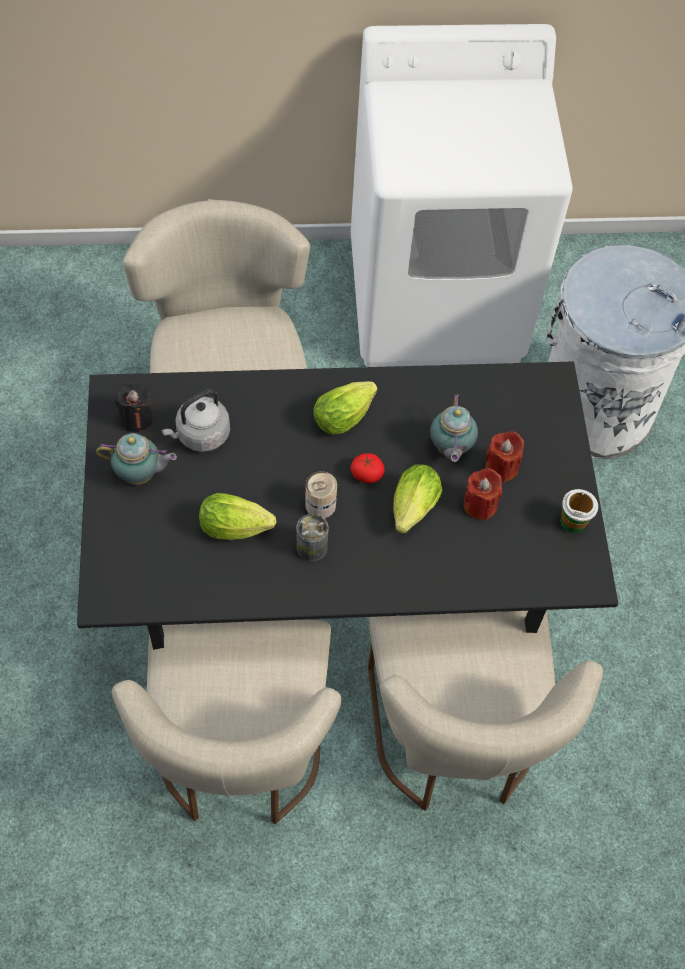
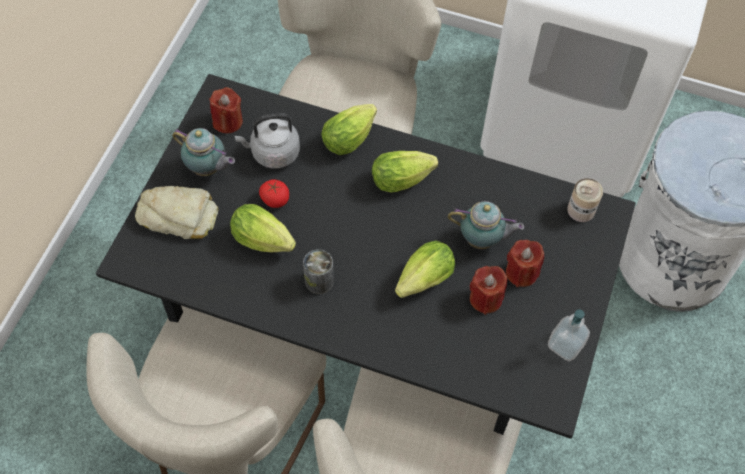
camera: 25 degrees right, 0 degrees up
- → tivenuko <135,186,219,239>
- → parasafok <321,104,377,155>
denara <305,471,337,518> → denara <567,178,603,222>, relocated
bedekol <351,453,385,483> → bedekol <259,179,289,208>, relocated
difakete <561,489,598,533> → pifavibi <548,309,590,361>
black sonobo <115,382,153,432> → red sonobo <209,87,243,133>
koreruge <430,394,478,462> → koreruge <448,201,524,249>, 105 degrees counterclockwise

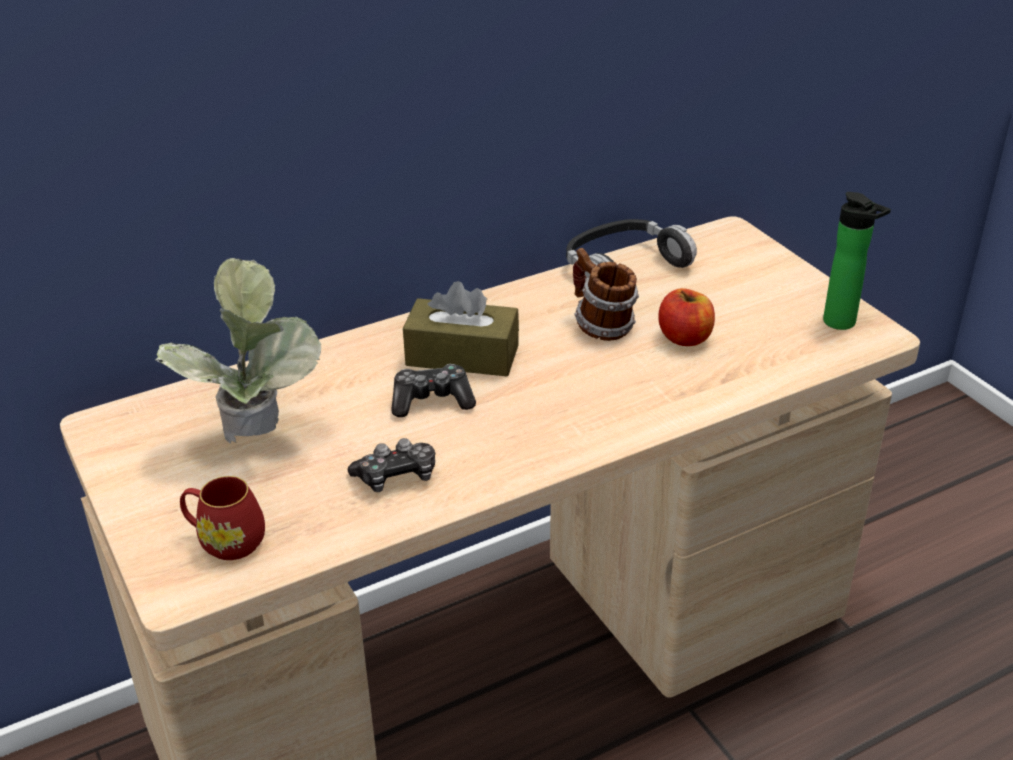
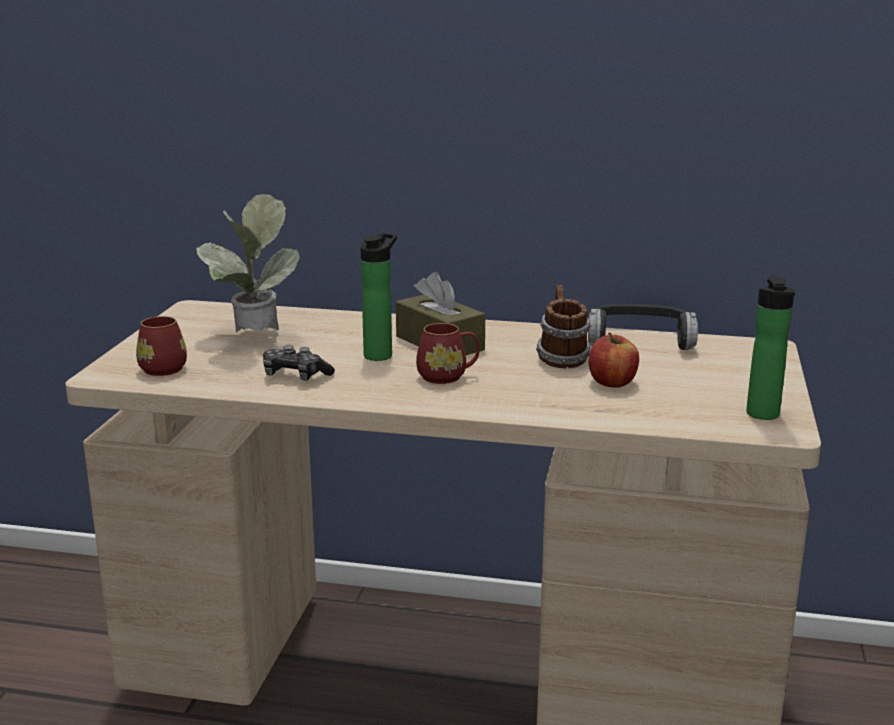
camera: 40 degrees right, 15 degrees down
- → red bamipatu <416,323,480,384>
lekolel <392,364,476,417> → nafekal <360,233,397,361>

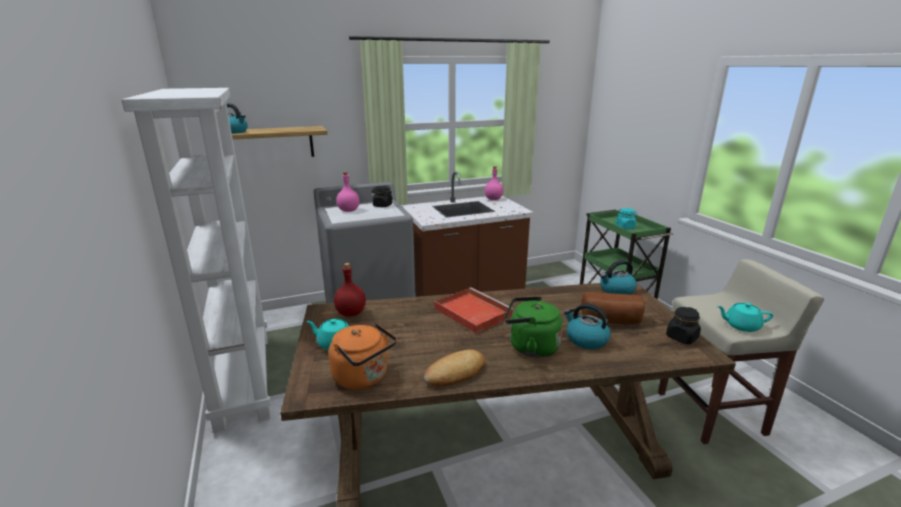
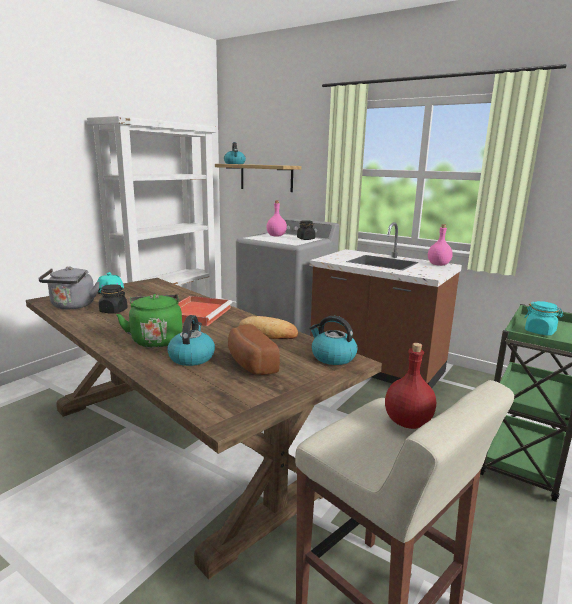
camera: 55 degrees right, 5 degrees down
turquoise koreruge <717,303,773,332> → -
red nafekal <334,263,366,317> → red nafekal <385,343,436,429>, relocated
tivenuko <424,349,485,386> → tivenuko <239,316,298,339>, relocated
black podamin <666,307,701,344> → black podamin <98,284,128,314>, relocated
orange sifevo <329,323,397,389> → grey sifevo <38,266,100,309>

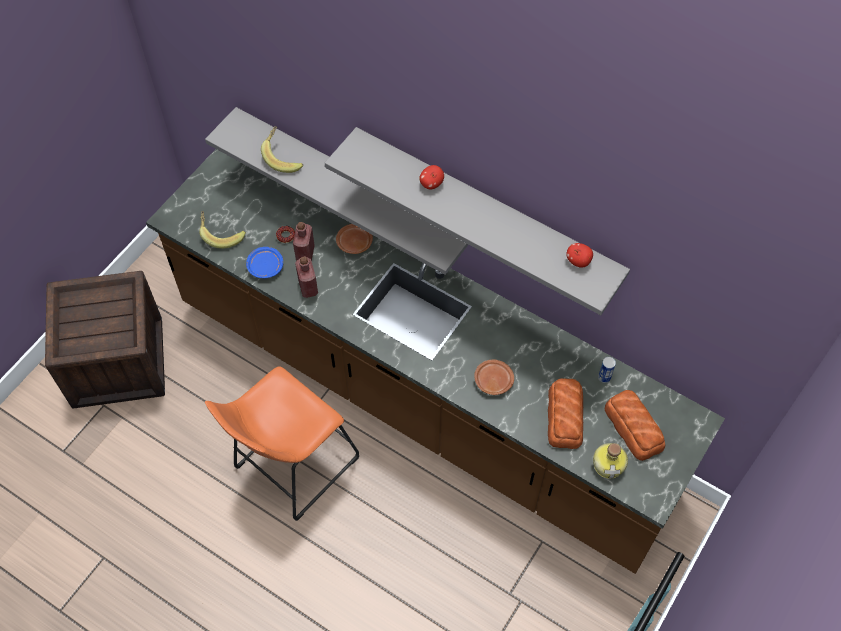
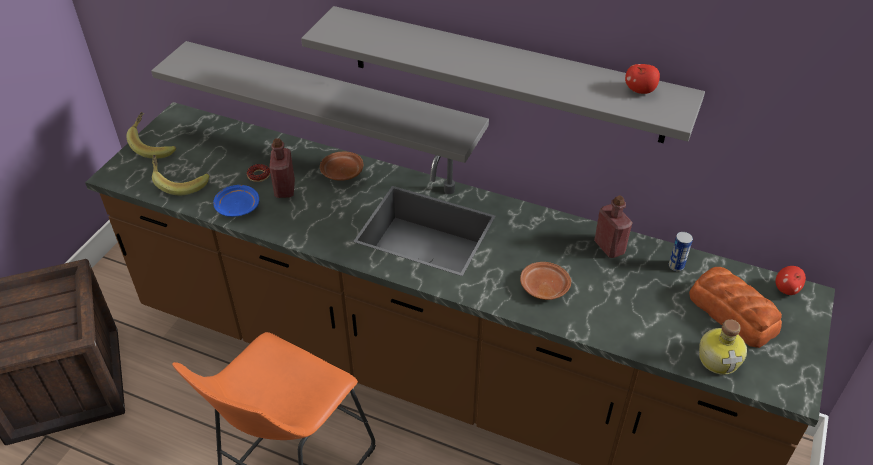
camera: 10 degrees left, 15 degrees down
tivenuko <548,378,583,449> → -
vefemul <261,126,303,173> → vefemul <126,112,176,159>, relocated
red nafekal <295,256,318,298> → red nafekal <594,195,633,258>, relocated
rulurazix <419,165,444,189> → rulurazix <775,266,806,295>, relocated

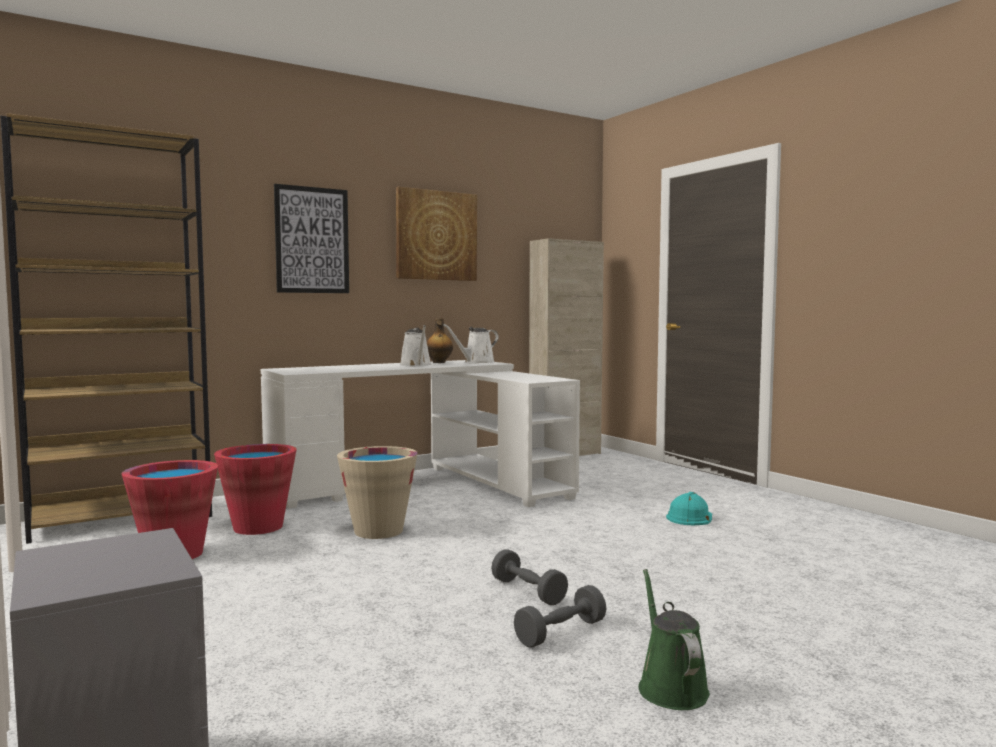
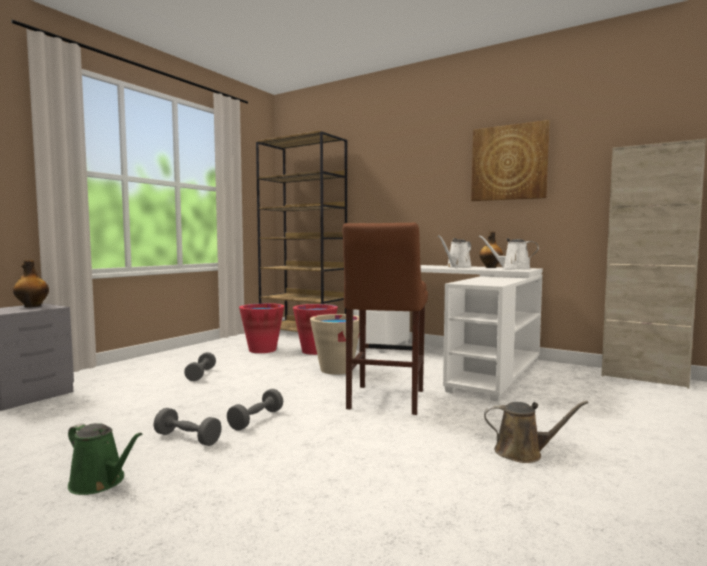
camera: 65 degrees right, 0 degrees up
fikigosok <274,184,349,293> → -
- → nafekal <13,260,49,307>
- → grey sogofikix <184,352,216,381>
- → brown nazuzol <342,223,428,415>
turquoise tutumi <666,492,712,525> → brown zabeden <484,401,588,463>
green zabeden <639,569,710,710> → green zabeden <68,423,142,495>, 60 degrees clockwise

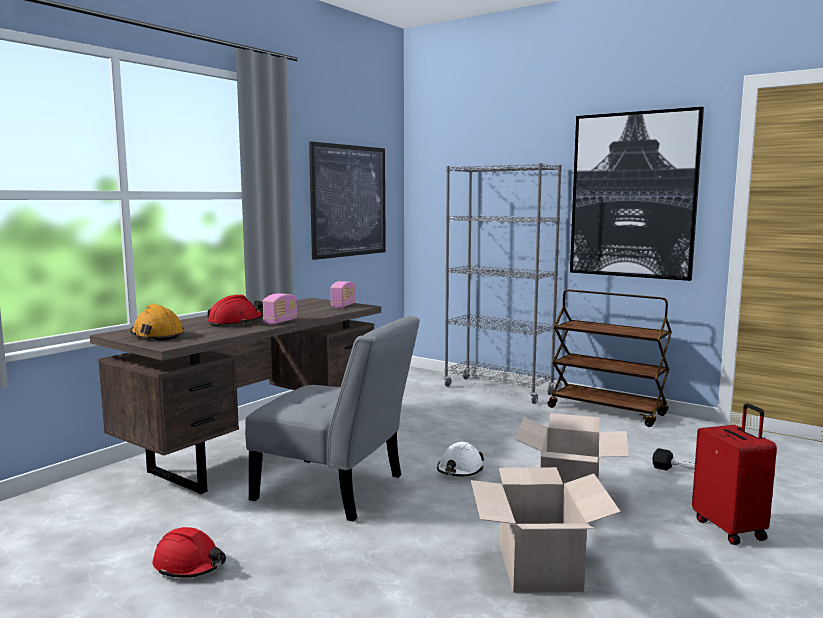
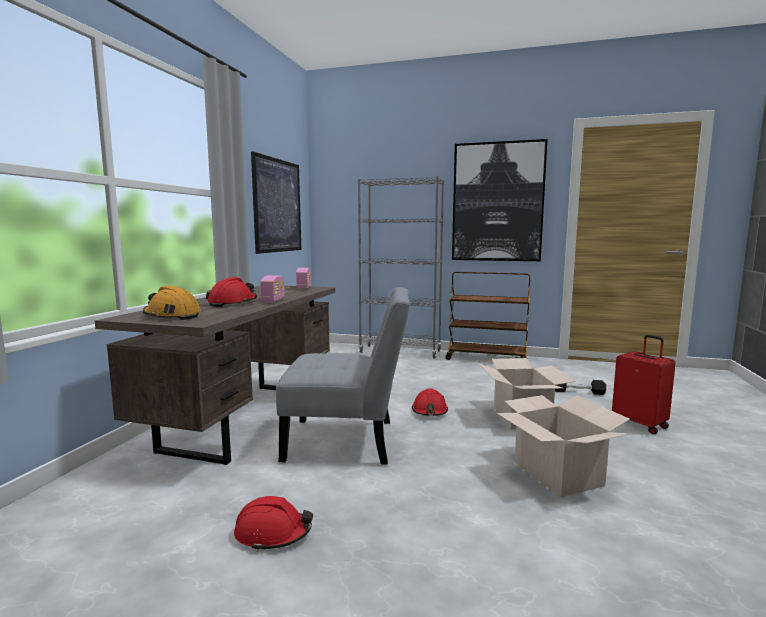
camera: 20 degrees left, 0 degrees up
white tutumi <437,442,484,476> → red tutumi <412,388,448,416>

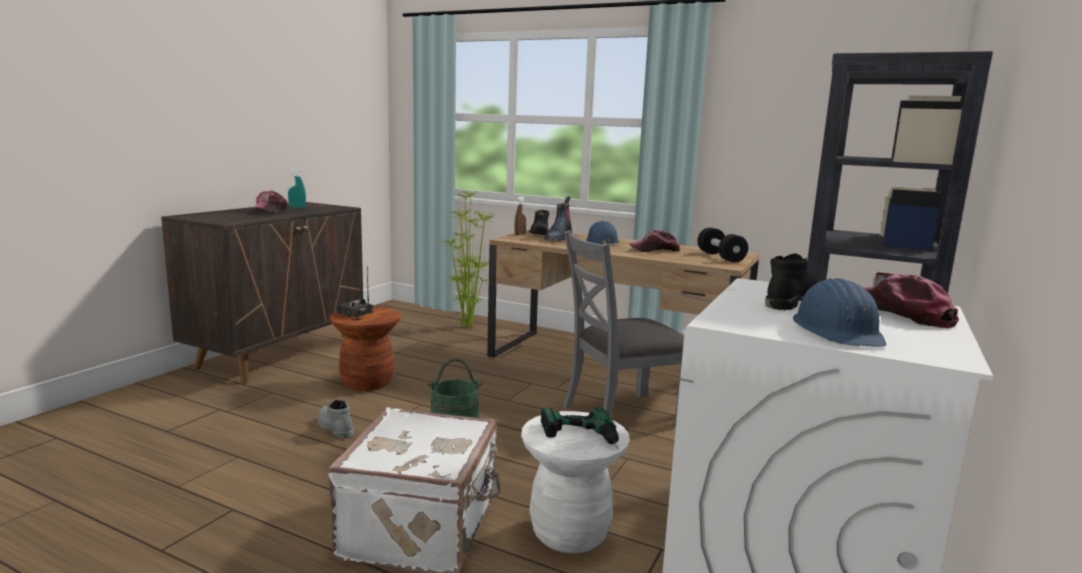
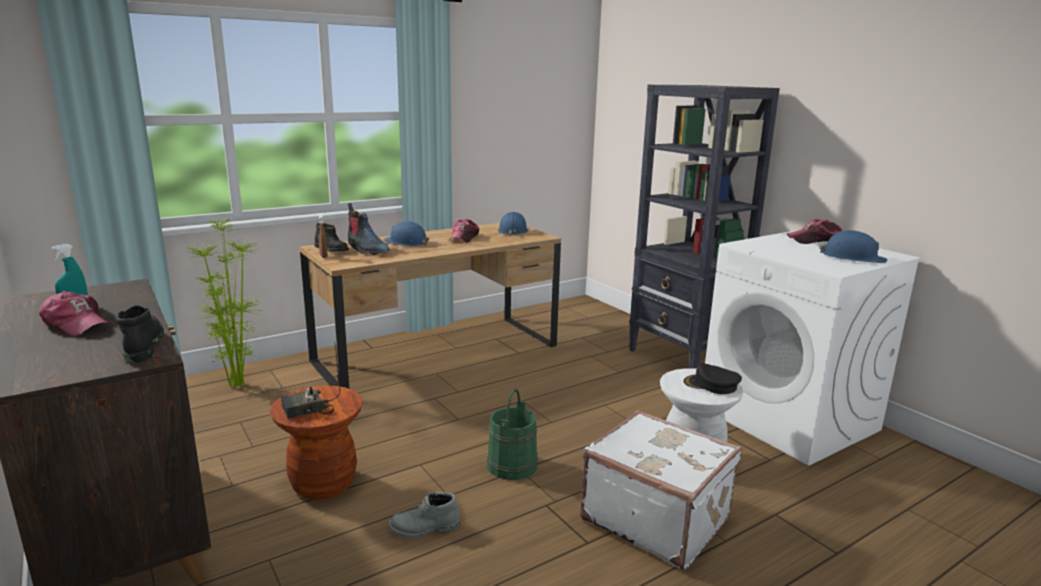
camera: 60 degrees left, 5 degrees up
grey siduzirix <563,230,684,423> → -
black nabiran <765,253,817,310> → black nabiran <116,305,164,363>, relocated
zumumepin <541,407,619,450> → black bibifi <684,363,742,394>
black sogofikix <697,227,748,263> → blue tutumi <498,212,528,236>

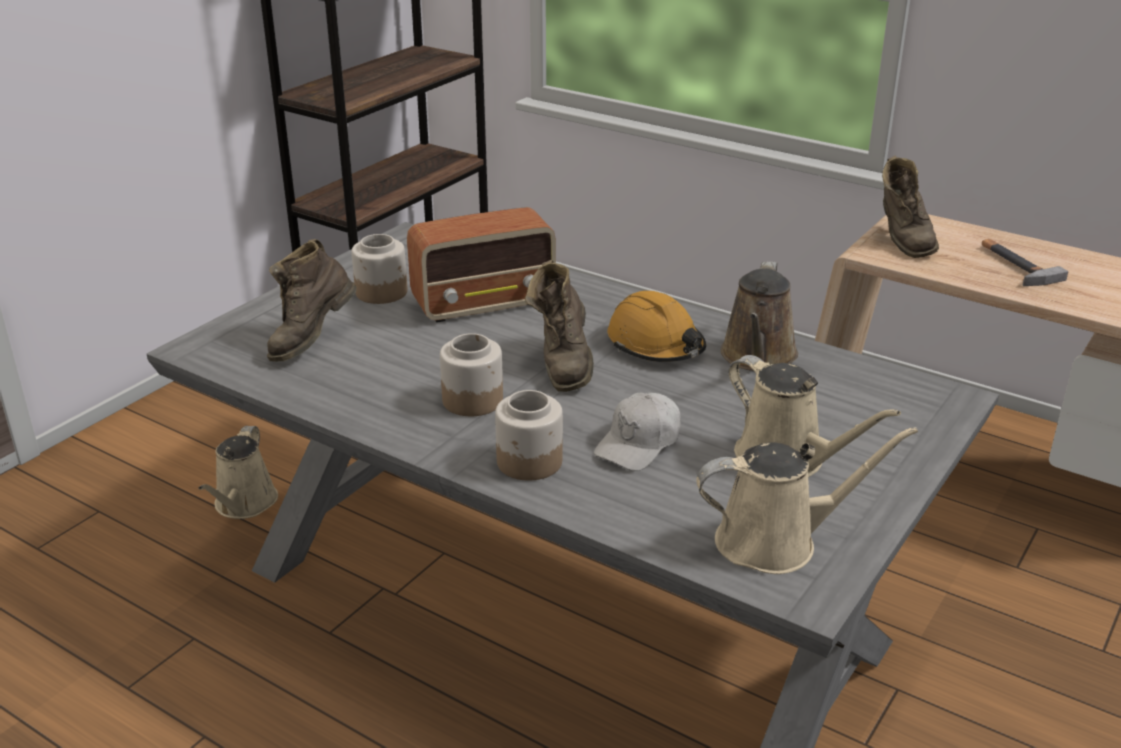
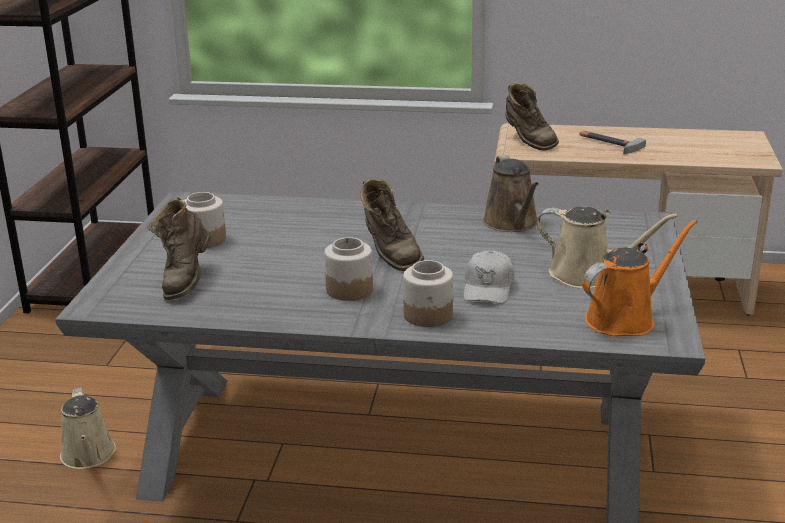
camera: 25 degrees left, 5 degrees down
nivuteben <407,207,556,323> → -
orange tutumi <607,291,706,362> → -
beige zabeden <696,427,918,574> → orange zabeden <582,219,698,336>

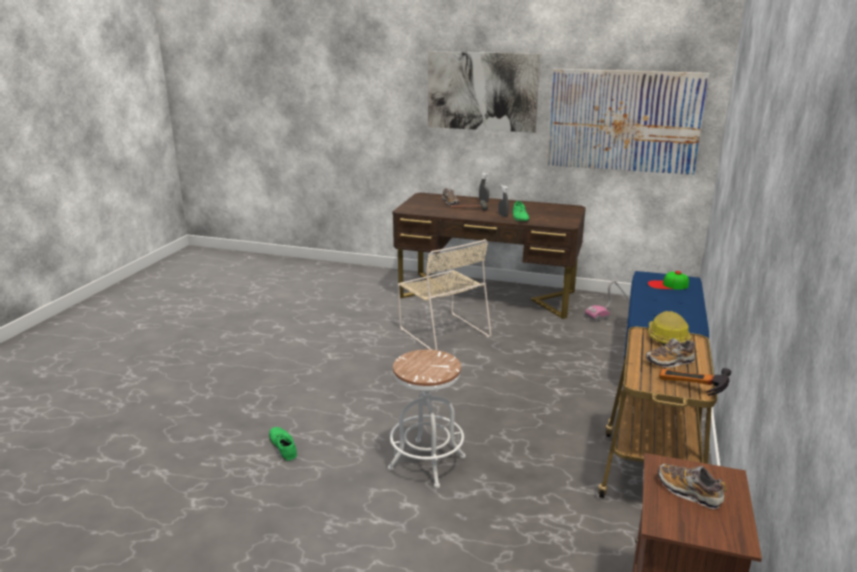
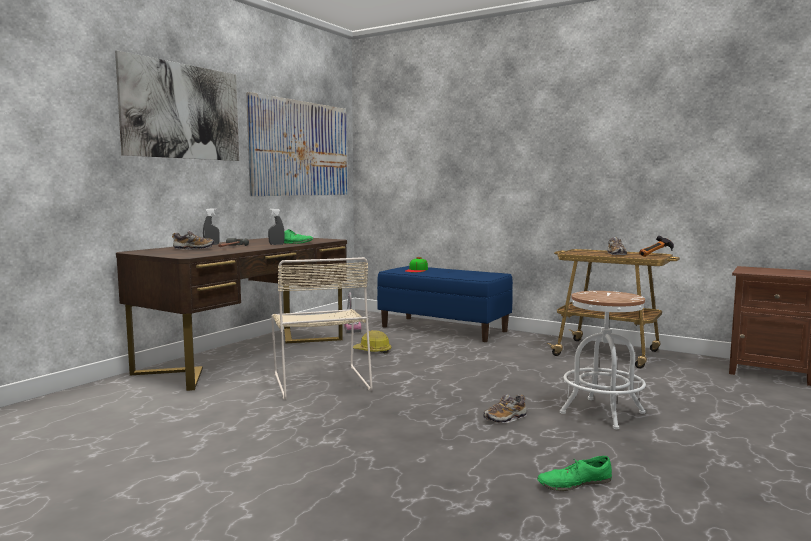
camera: 75 degrees left, 15 degrees down
tutumi <648,311,691,345> → tutumi <353,330,392,354>, relocated
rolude <658,464,727,509> → rolude <483,395,527,423>, relocated
beige siduzirix <398,239,491,350> → beige siduzirix <271,257,372,399>, 90 degrees clockwise

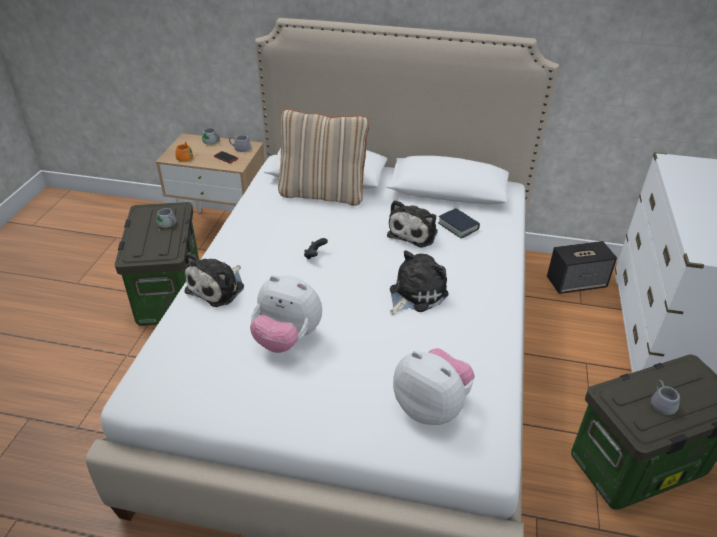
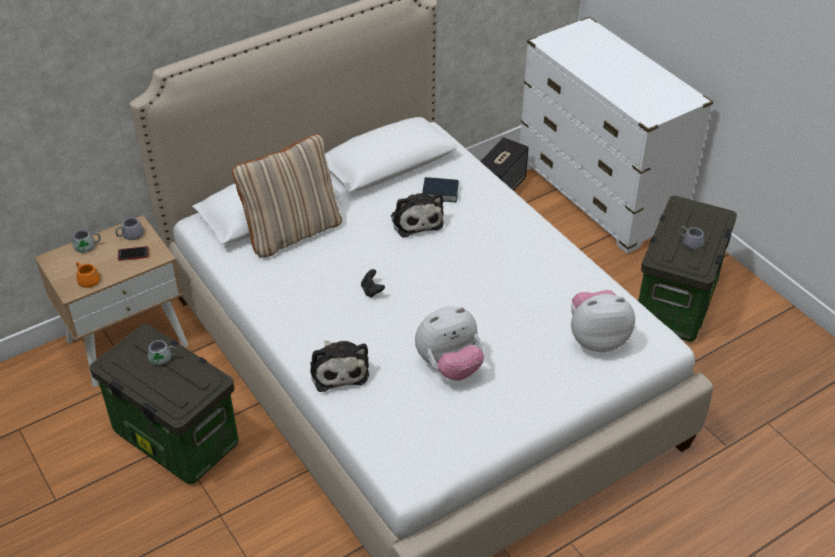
camera: 45 degrees left, 5 degrees up
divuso <390,250,449,315> → -

